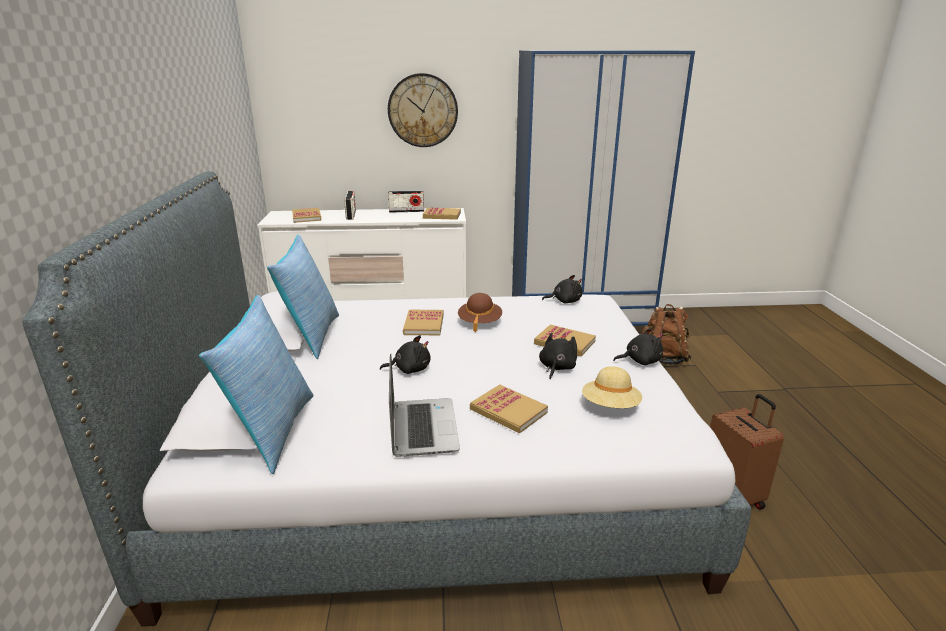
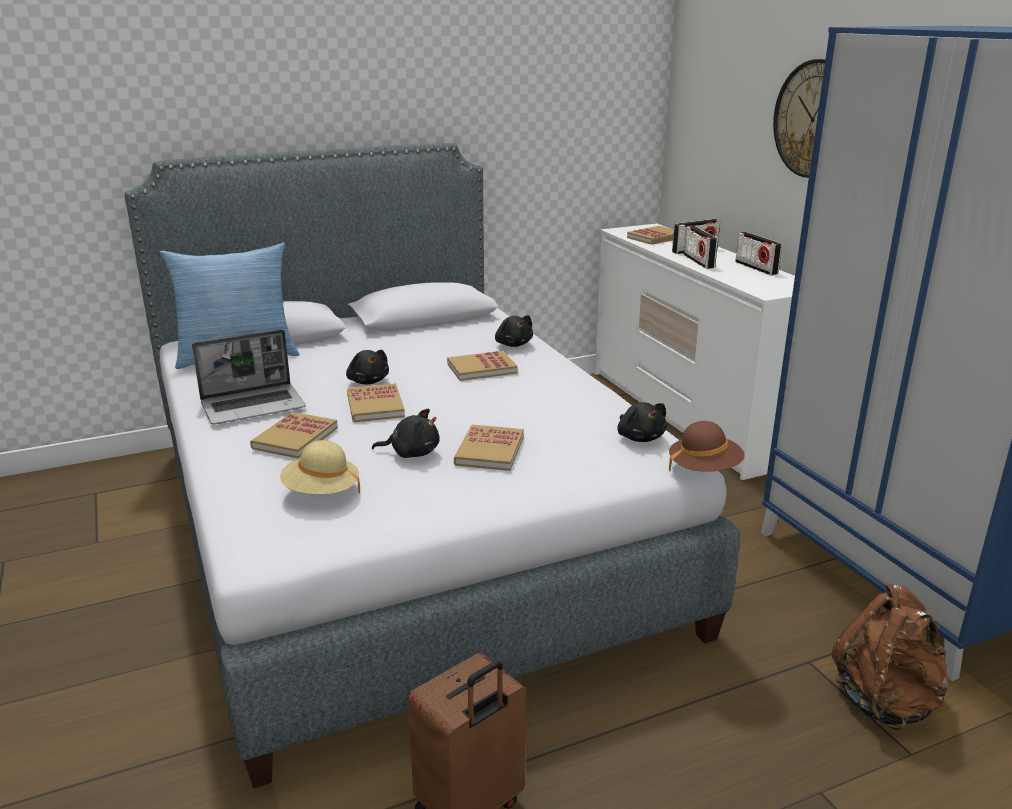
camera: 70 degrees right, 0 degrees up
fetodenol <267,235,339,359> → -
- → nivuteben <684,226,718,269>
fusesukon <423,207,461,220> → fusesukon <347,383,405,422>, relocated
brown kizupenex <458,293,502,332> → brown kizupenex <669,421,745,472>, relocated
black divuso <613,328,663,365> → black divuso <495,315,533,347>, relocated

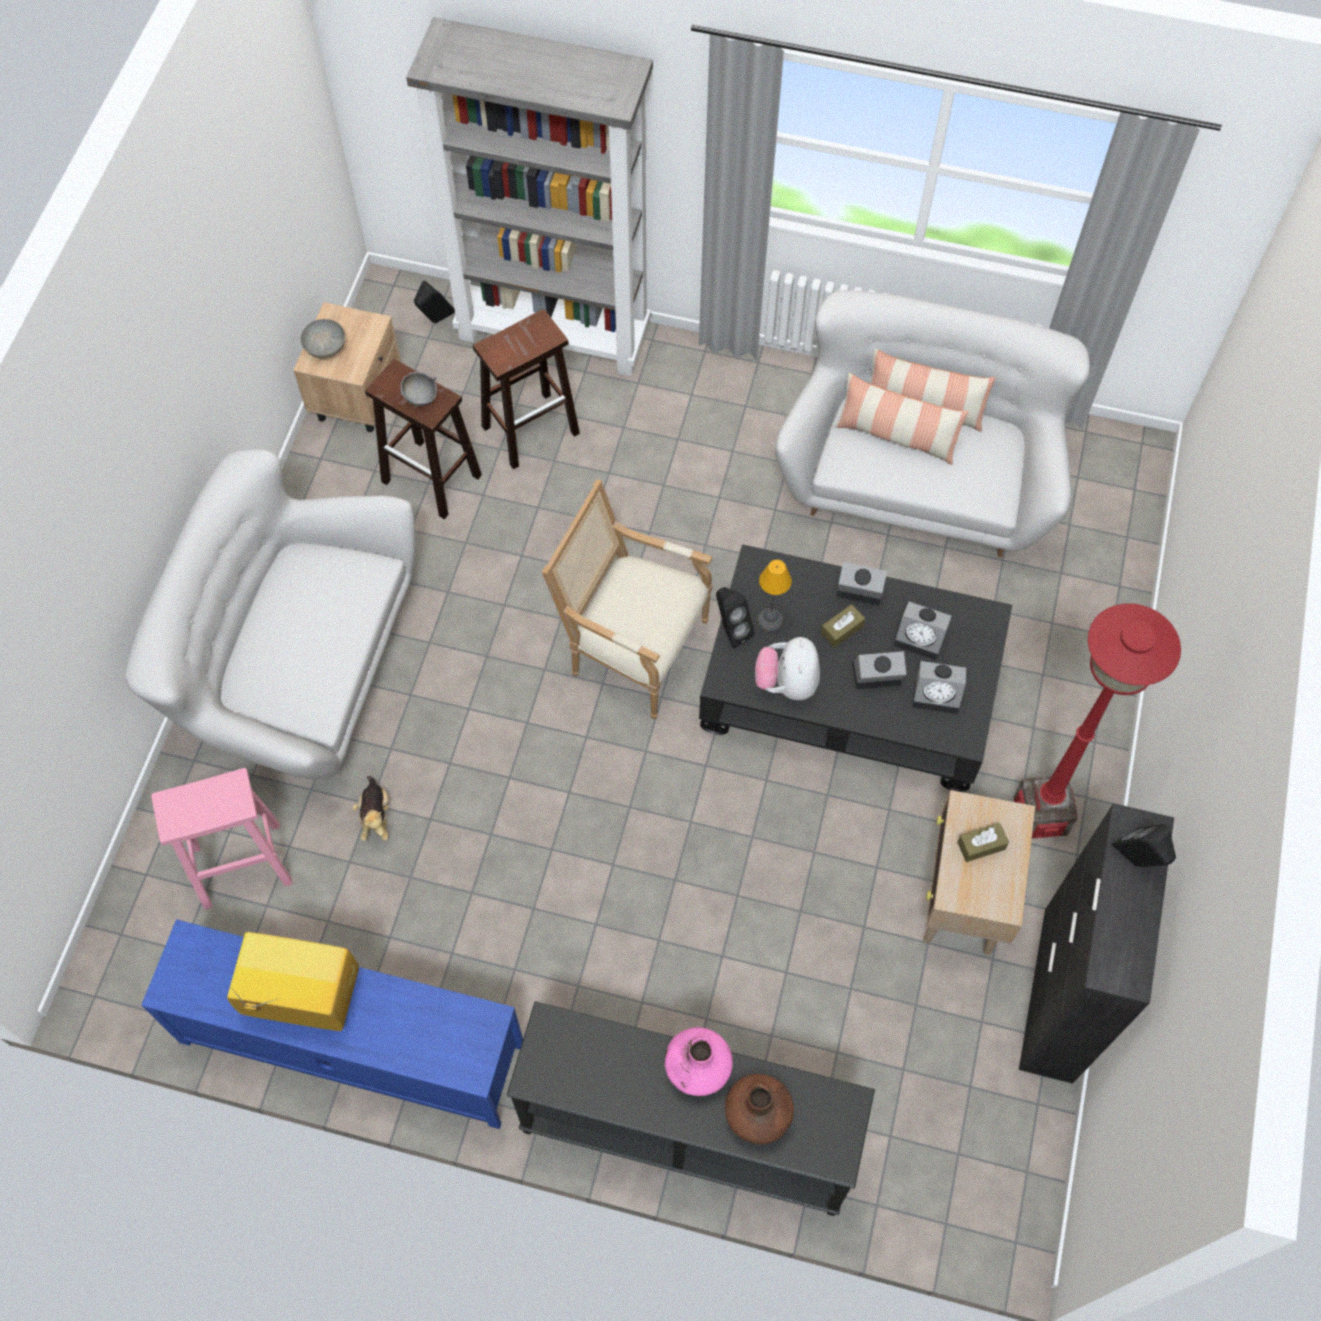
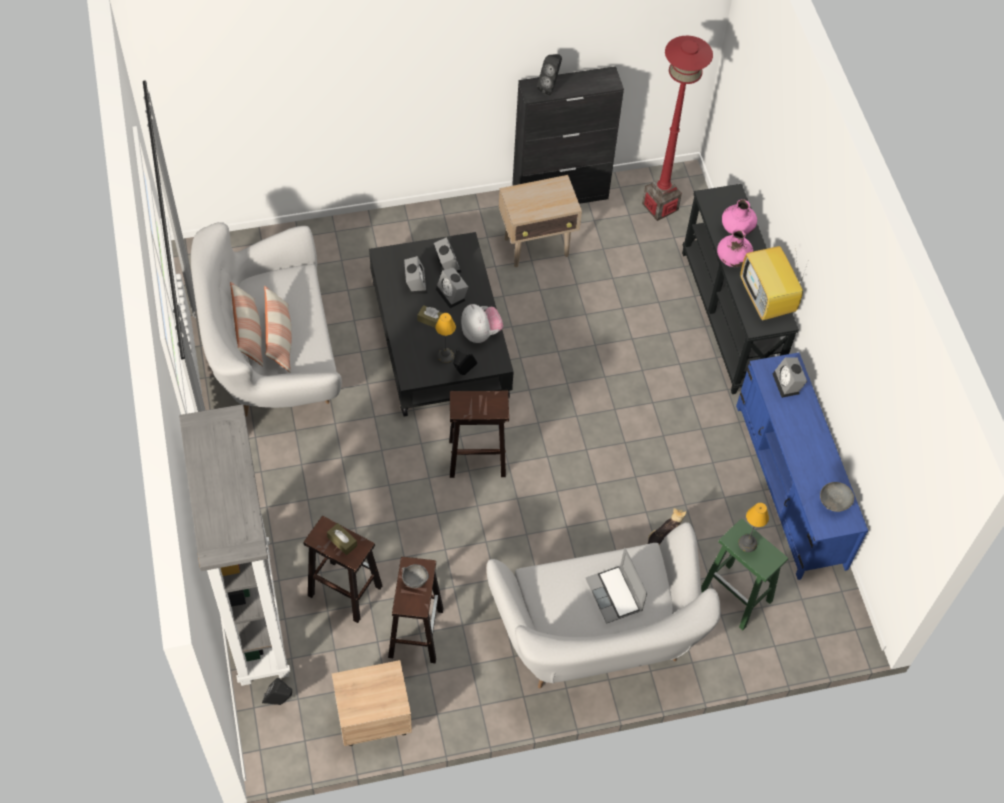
camera: 120 degrees left, 5 degrees down
- → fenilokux <586,548,647,624>
- → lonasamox <738,503,769,552>
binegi <227,932,359,1031> → binegi <740,244,808,320>, relocated
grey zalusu <300,319,345,359> → grey zalusu <820,482,854,512>, relocated
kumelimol <836,562,887,605> → kumelimol <773,357,807,398>, relocated
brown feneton <957,823,1009,862> → brown feneton <327,523,357,555>, relocated
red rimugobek <1013,604,1181,839> → red rimugobek <642,36,713,221>, relocated
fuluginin <542,480,712,719> → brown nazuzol <449,390,509,478>
pink nazuzol <151,768,293,910> → green nazuzol <701,519,788,630>
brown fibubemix <725,1074,794,1144> → pink fibubemix <722,199,757,235>
divuso <755,637,820,700> → divuso <461,304,503,343>, 90 degrees counterclockwise

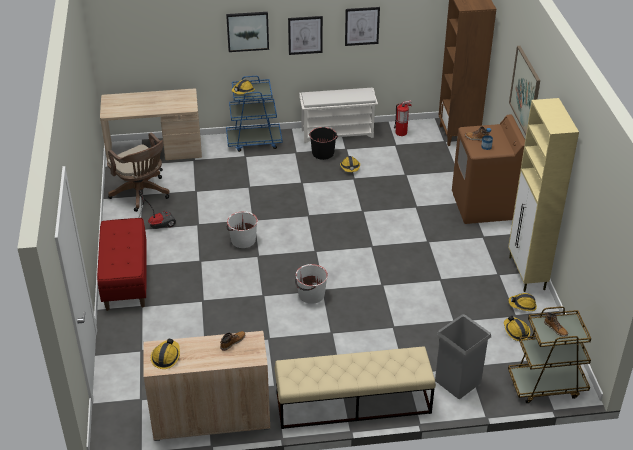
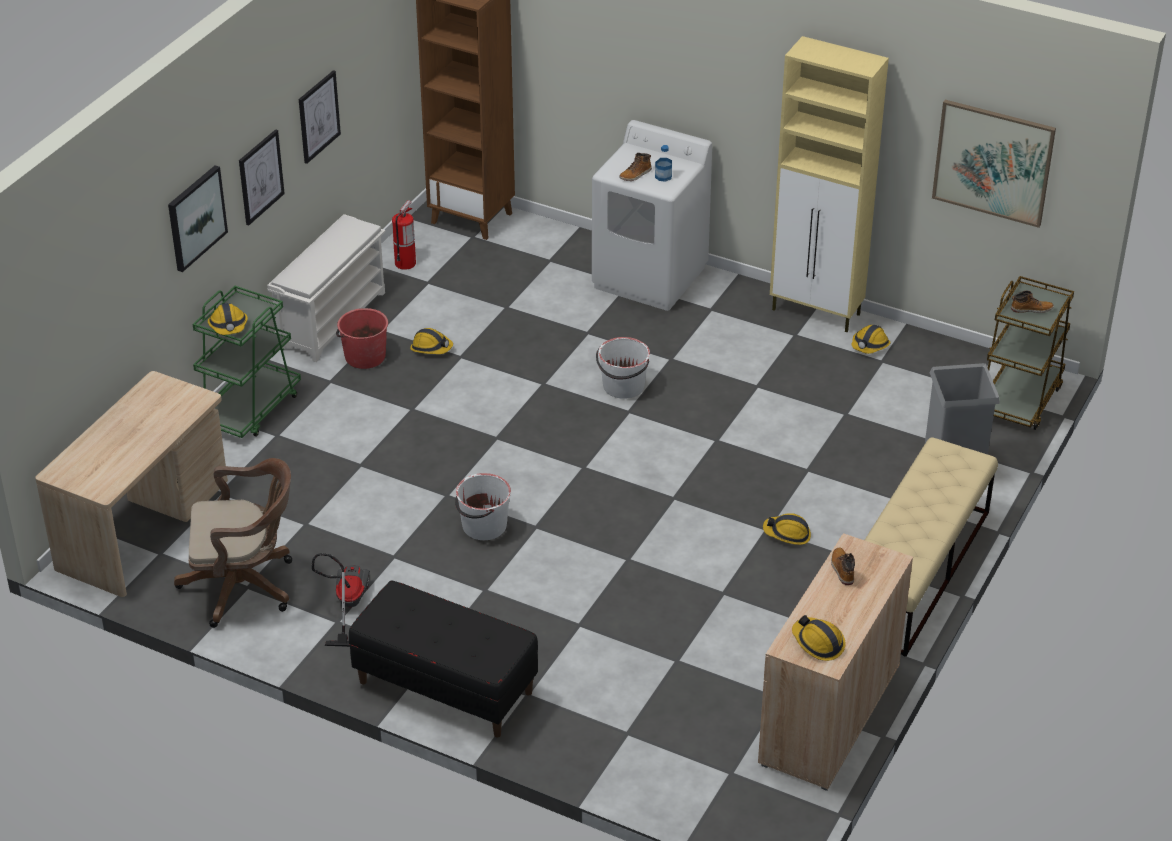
camera: 55 degrees left, 0 degrees up
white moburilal <295,264,328,304> → white moburilal <596,337,650,399>, relocated
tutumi <504,316,530,341> → tutumi <763,513,811,545>, relocated
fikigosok <509,46,540,135> → fikigosok <932,100,1056,228>, relocated
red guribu <97,218,146,311> → black guribu <349,580,538,738>
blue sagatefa <226,76,283,152> → green sagatefa <193,286,301,438>
black moburilal <309,127,338,160> → red moburilal <336,308,388,369>
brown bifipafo <452,114,525,224> → white bifipafo <592,120,712,311>

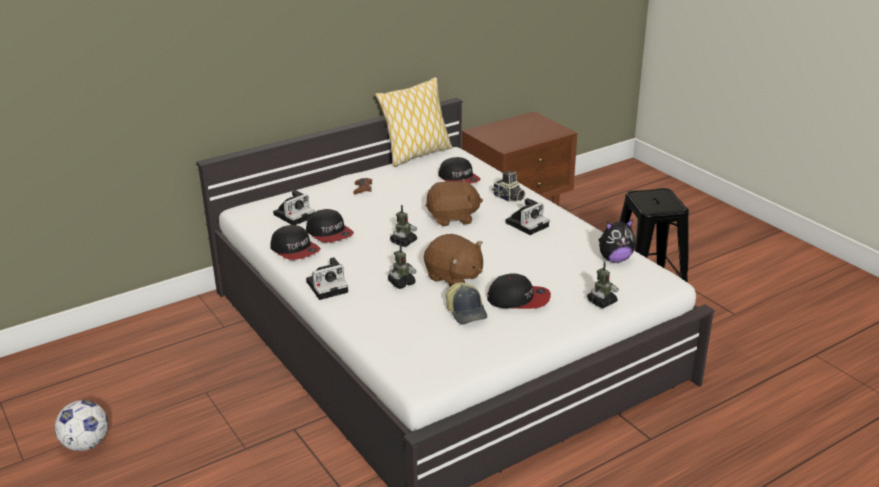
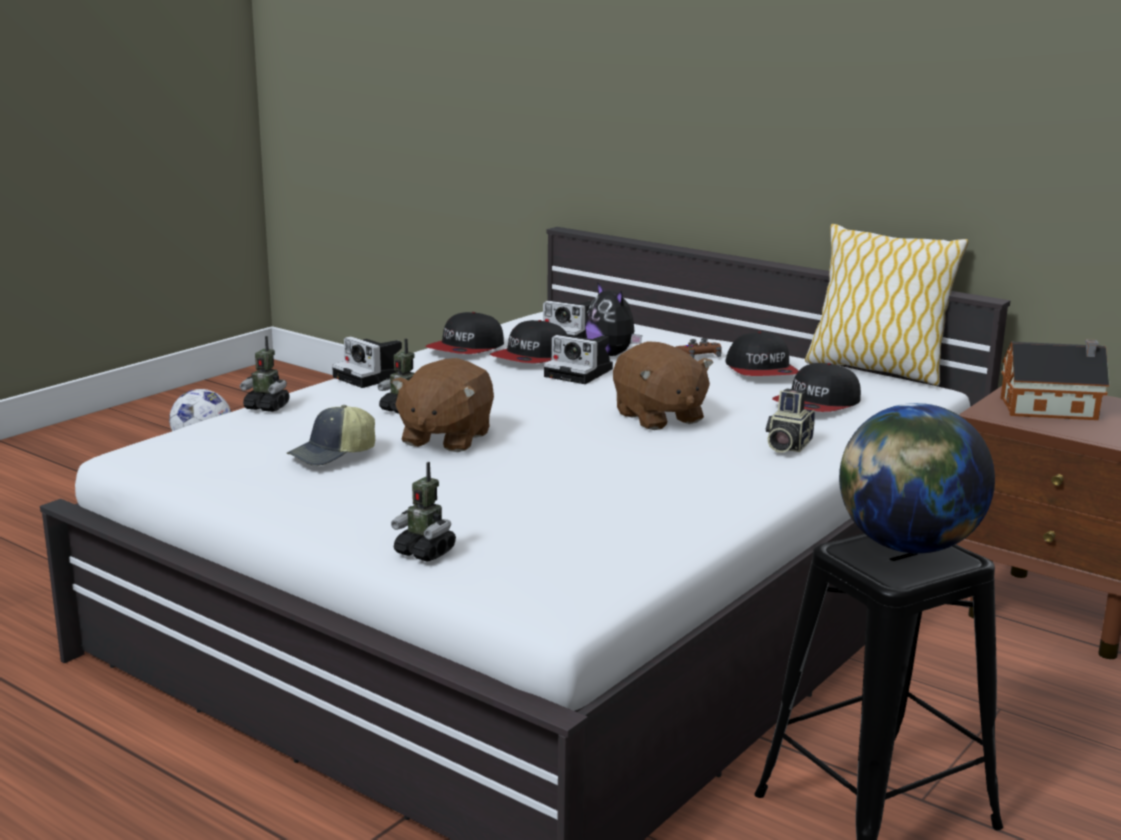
camera: 70 degrees right, 10 degrees down
- → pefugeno <839,403,995,554>
- → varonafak <1001,339,1109,420>
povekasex <390,205,417,247> → povekasex <240,336,290,412>, relocated
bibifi <487,273,551,309> → bibifi <725,332,799,376>, relocated
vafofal <506,198,549,235> → vafofal <544,335,613,384>, relocated
divuso <598,219,636,263> → divuso <585,282,642,356>, relocated

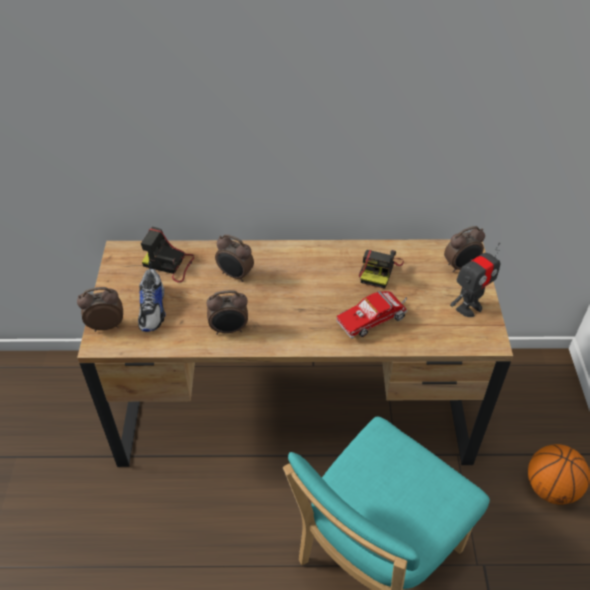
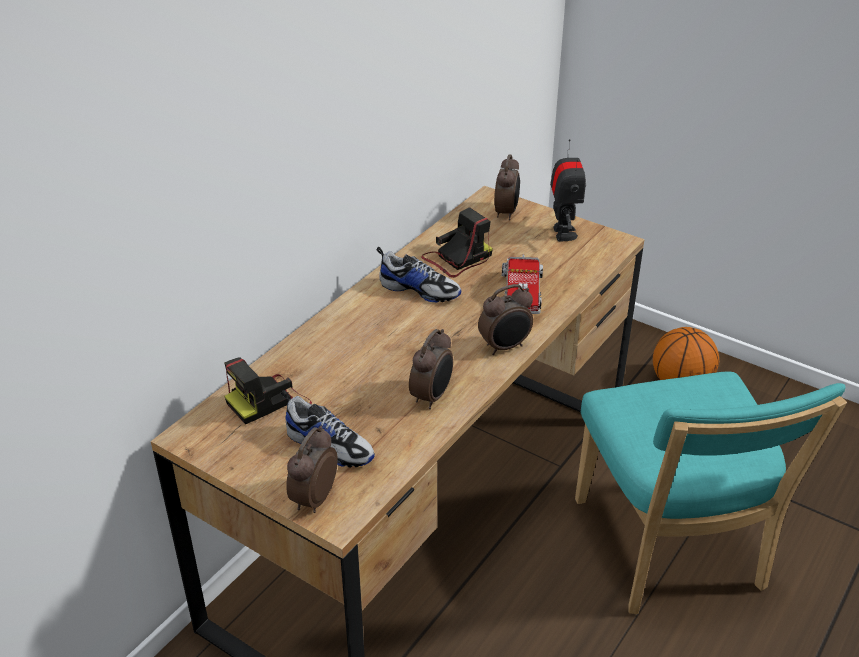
camera: 55 degrees left, 10 degrees down
- → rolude <376,247,461,302>
kumelimol <215,234,254,282> → kumelimol <478,284,533,355>, relocated
vafofal <359,250,404,289> → vafofal <421,207,493,278>, 90 degrees counterclockwise

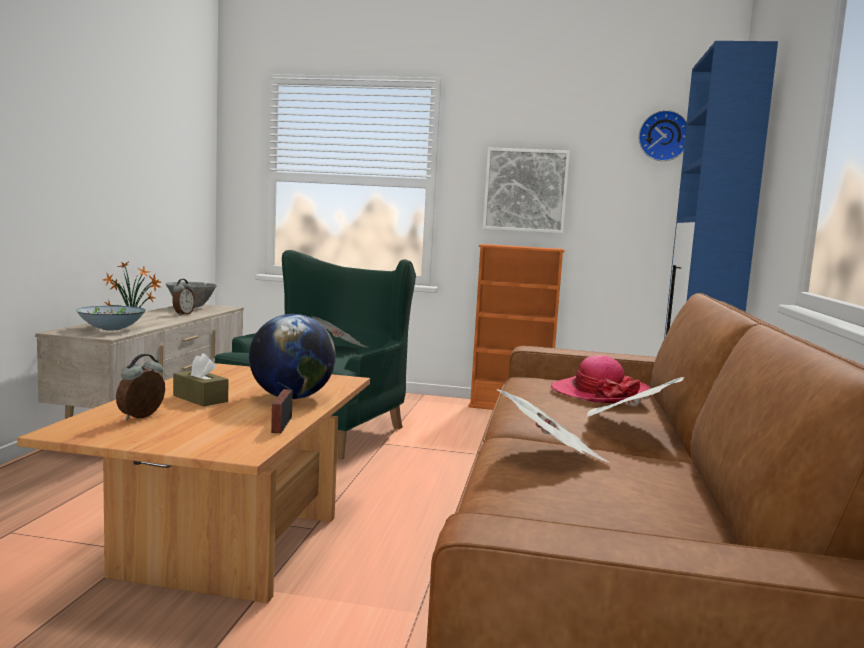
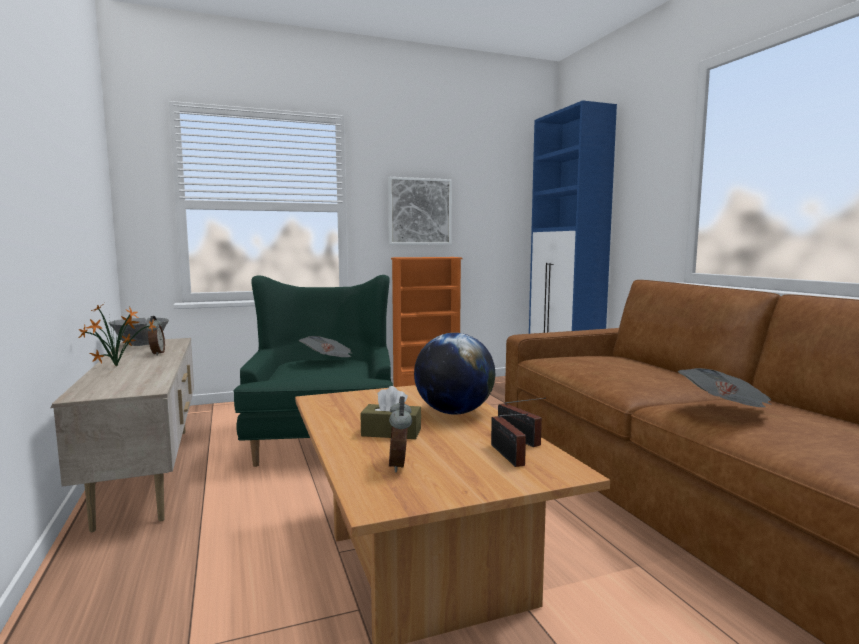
camera: 30 degrees left, 0 degrees up
zalusu <76,306,146,330> → -
kizupenex <551,355,650,403> → -
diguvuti <587,377,684,417> → -
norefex <638,110,687,161> → -
- → nivuteben <491,414,528,467>

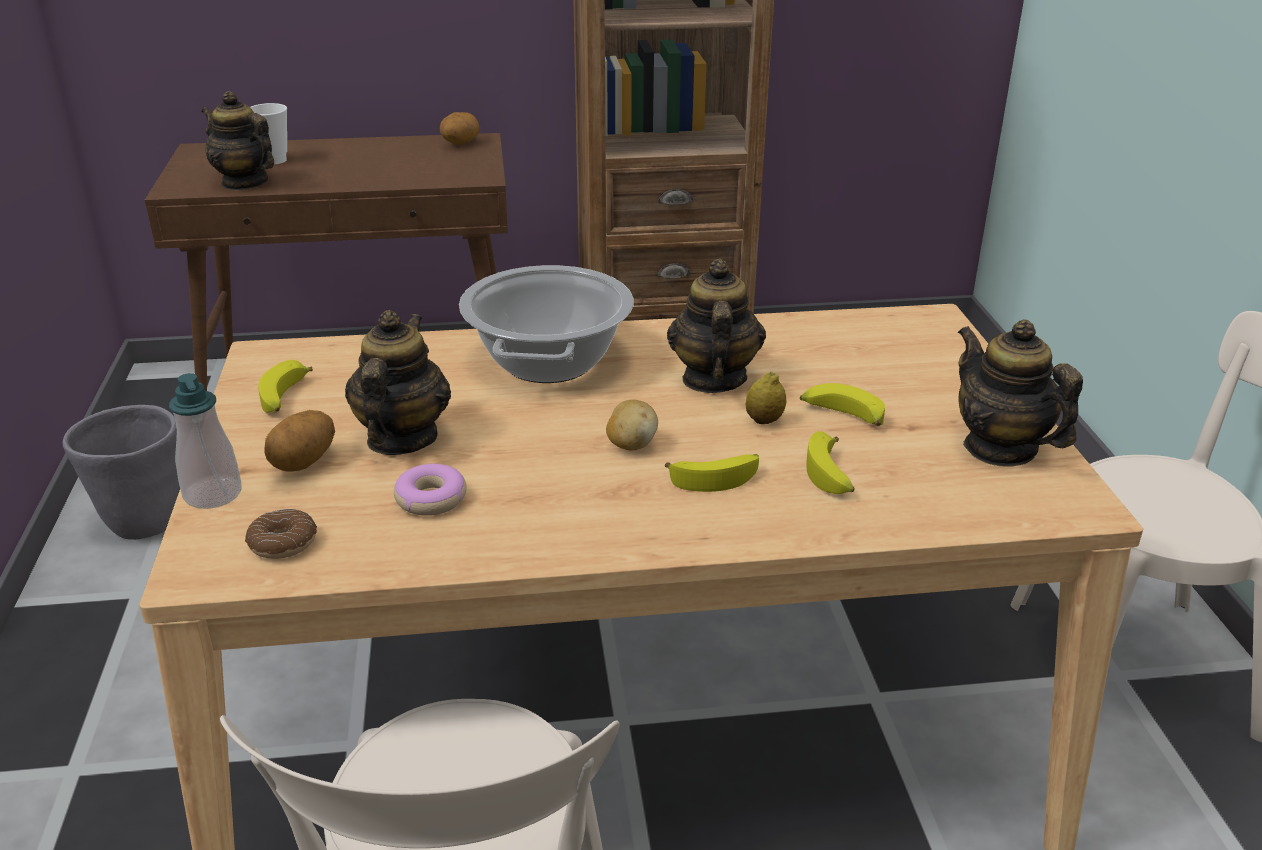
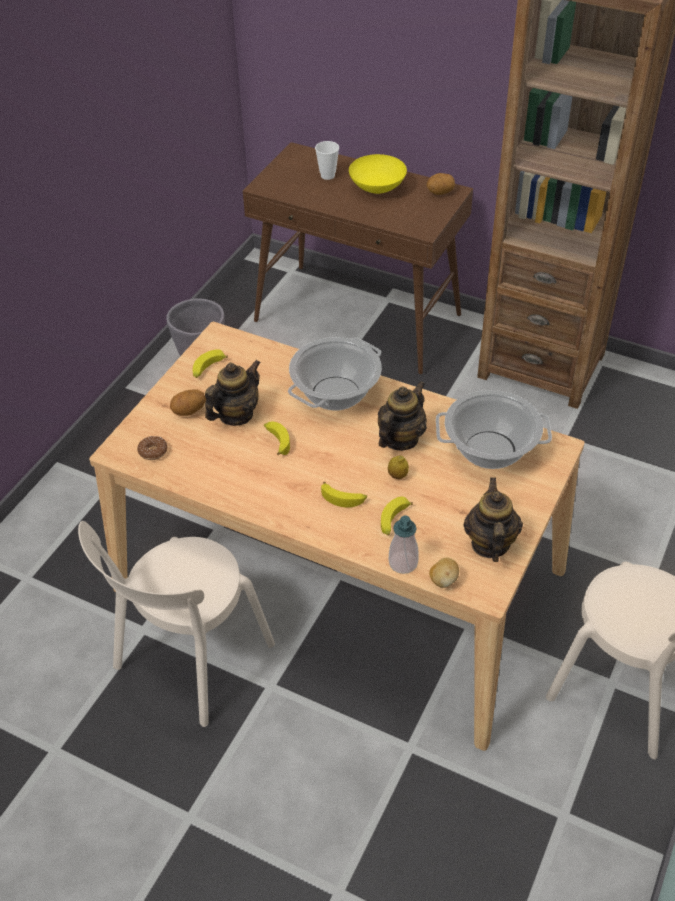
camera: 35 degrees right, 15 degrees up
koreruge <201,91,274,191> → -
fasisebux <394,464,467,516> → -
- → yellow zalusu <349,154,407,194>
- → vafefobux <436,390,552,469>
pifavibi <169,373,242,509> → pifavibi <389,515,419,574>, relocated
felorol <606,399,658,450> → felorol <429,558,459,588>, relocated
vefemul <800,383,885,426> → vefemul <264,421,290,455>, relocated

